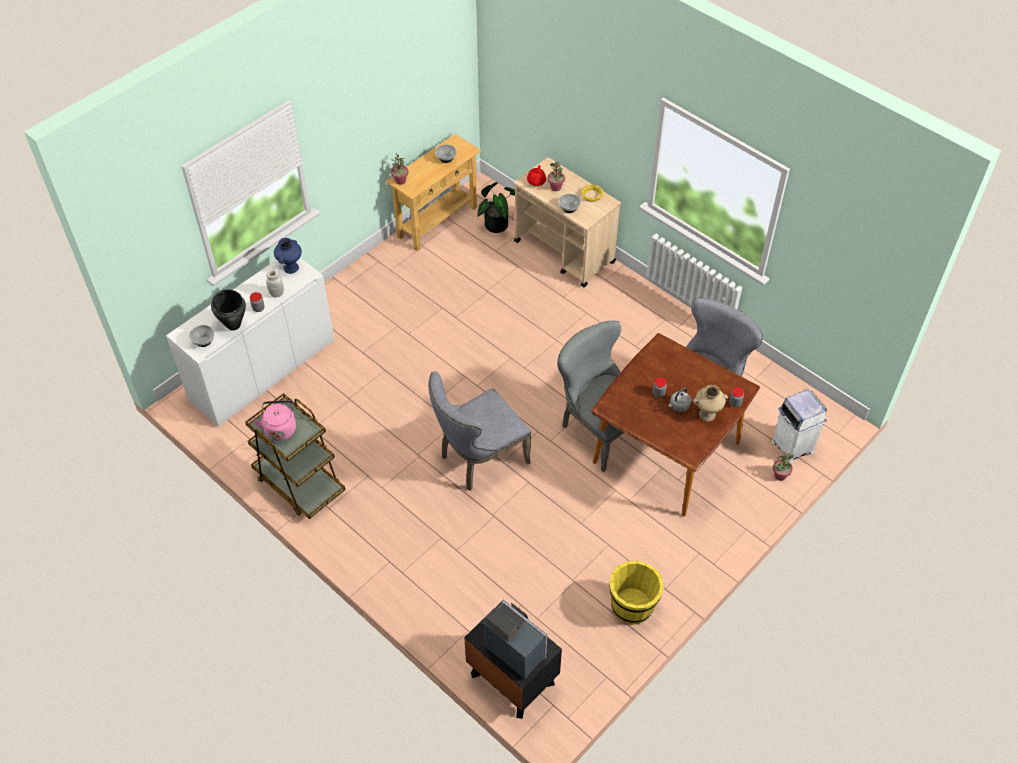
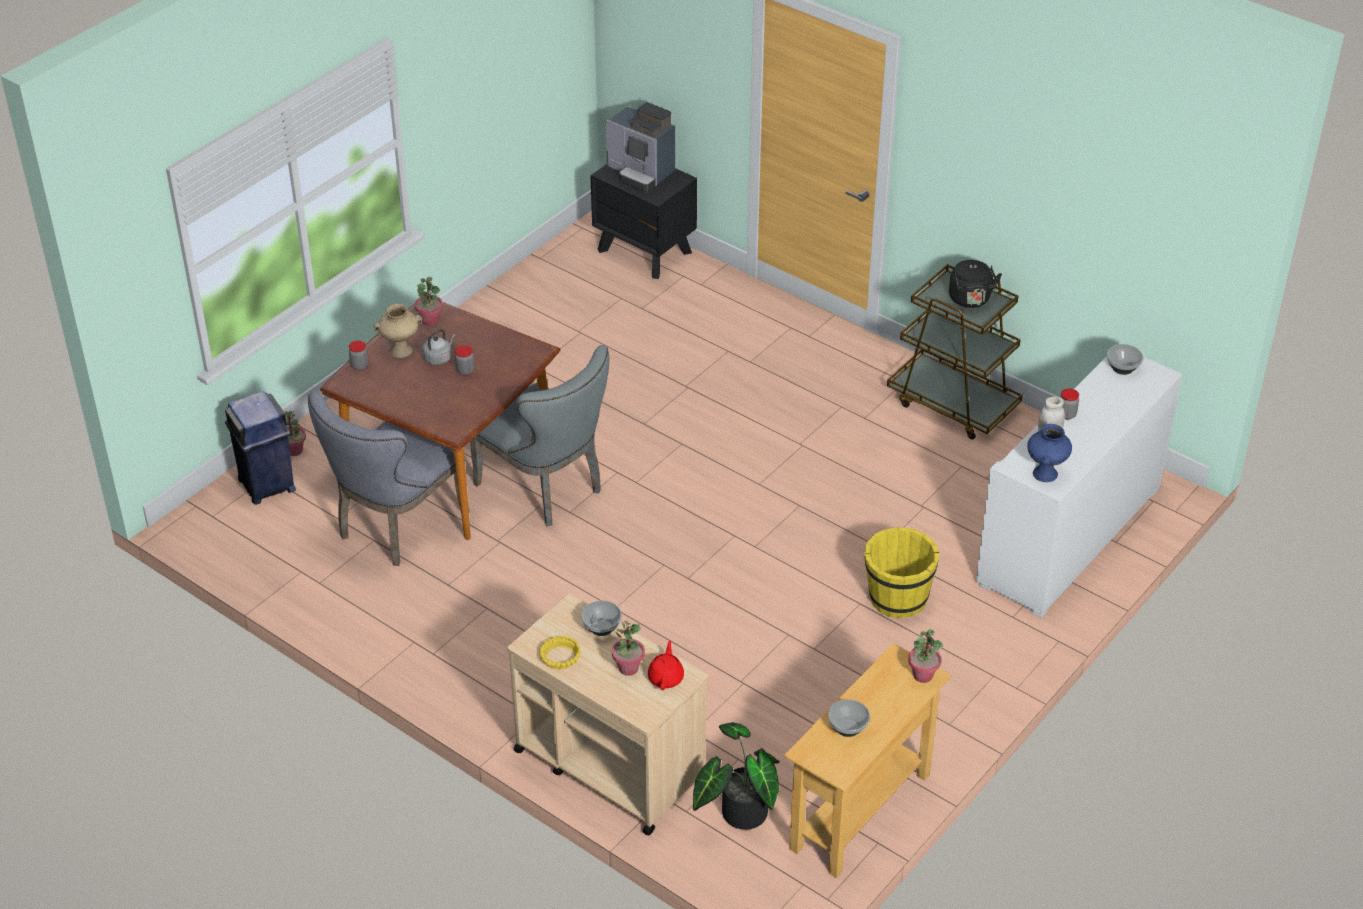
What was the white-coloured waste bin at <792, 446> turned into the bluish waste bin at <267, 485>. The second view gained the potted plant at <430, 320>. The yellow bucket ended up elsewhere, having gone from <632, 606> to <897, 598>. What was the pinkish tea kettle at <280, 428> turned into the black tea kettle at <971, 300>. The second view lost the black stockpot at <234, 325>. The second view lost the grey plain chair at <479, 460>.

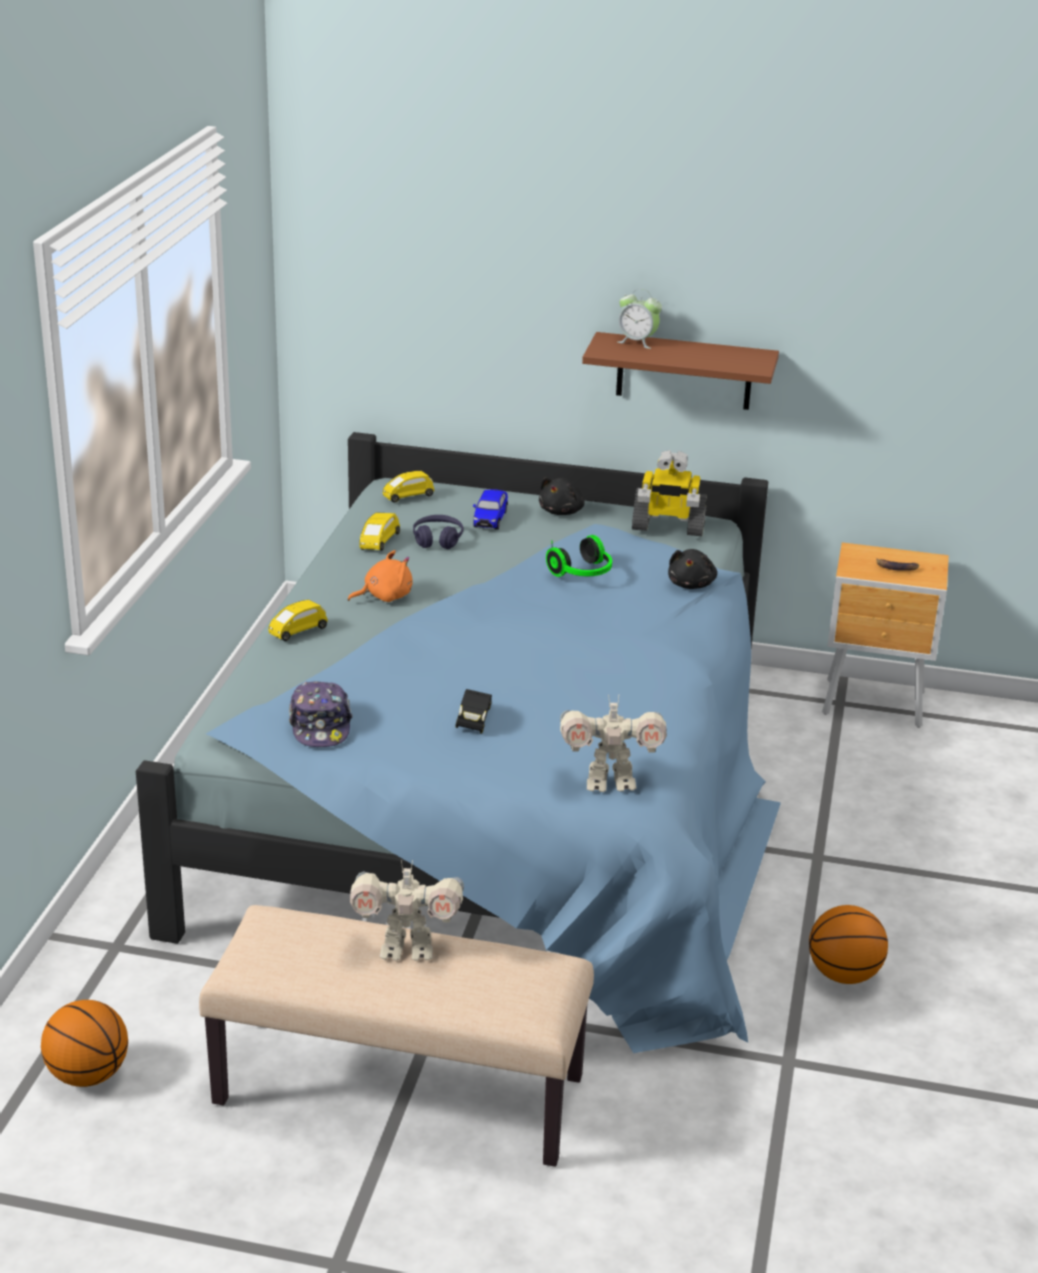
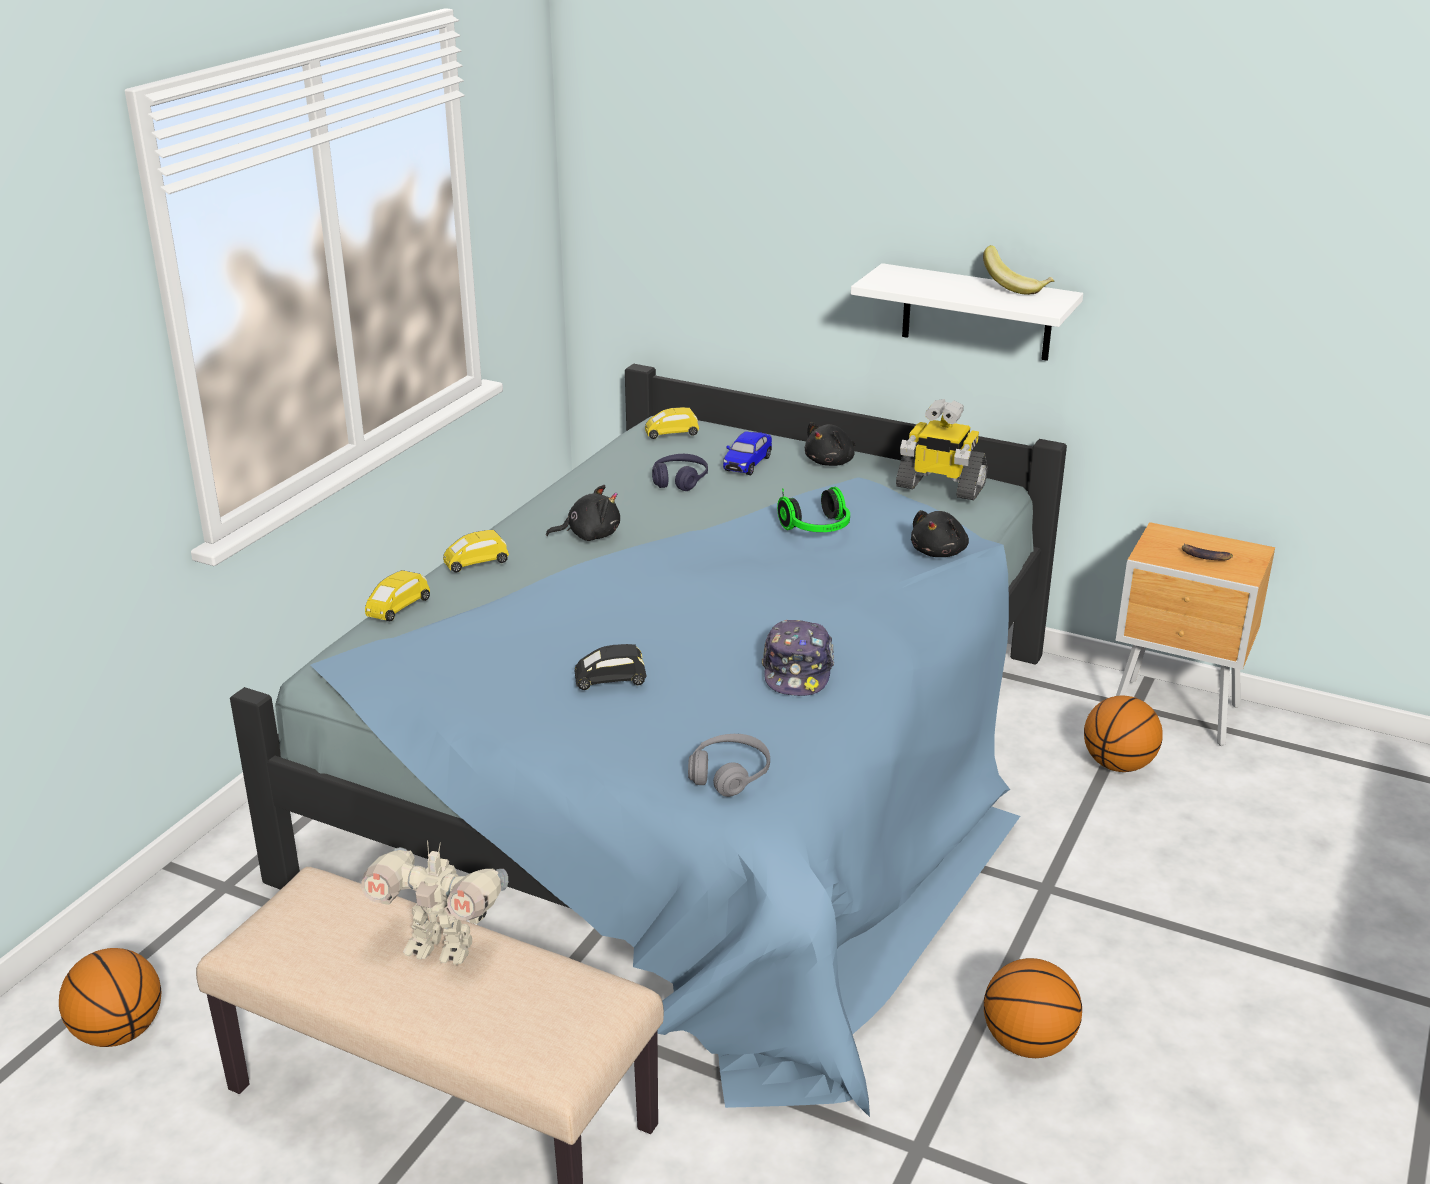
The yellow toy car ended up elsewhere, having gone from <378, 542> to <397, 609>. What was the orangey soft toy at <384, 597> turned into the black soft toy at <590, 535>. The black toy car at <475, 720> ended up facing another way, 120 degrees counterclockwise from before. Where the toy robot stood at <609, 783>, the grey headphones came to stand at <729, 775>. The peaked cap ended up elsewhere, having gone from <320, 726> to <798, 671>. What was the brown bracket shelf at <684, 371> turned into the white-coloured bracket shelf at <977, 312>. The second view gained the banana at <1016, 287>. The second view gained the basketball at <1118, 765>. The second view lost the alarm clock at <637, 342>.

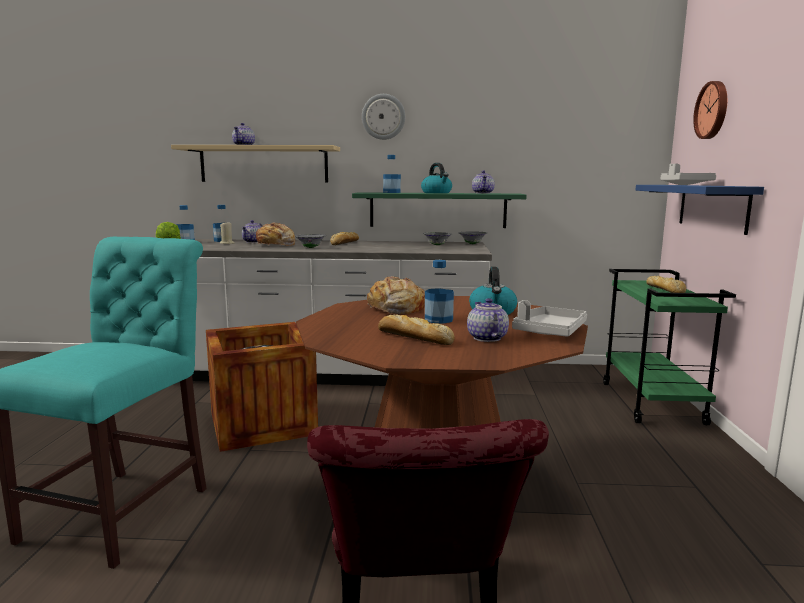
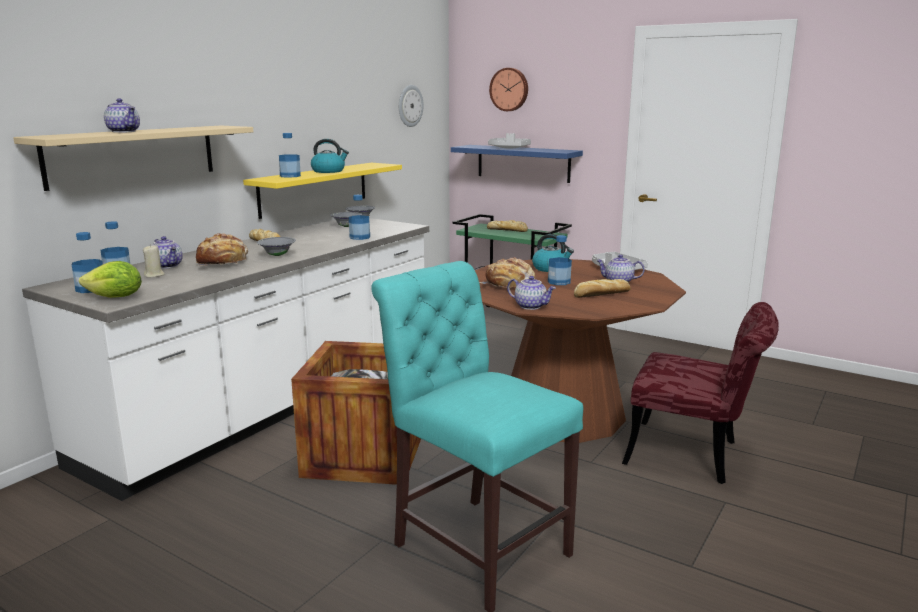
What was the green-coloured bracket shelf at <438, 210> turned into the yellow bracket shelf at <314, 189>. The second view gained the drink bottle at <360, 237>. The clock on the wall ended up elsewhere, having gone from <383, 117> to <410, 106>. The pot for tea ended up elsewhere, having gone from <483, 193> to <531, 306>.

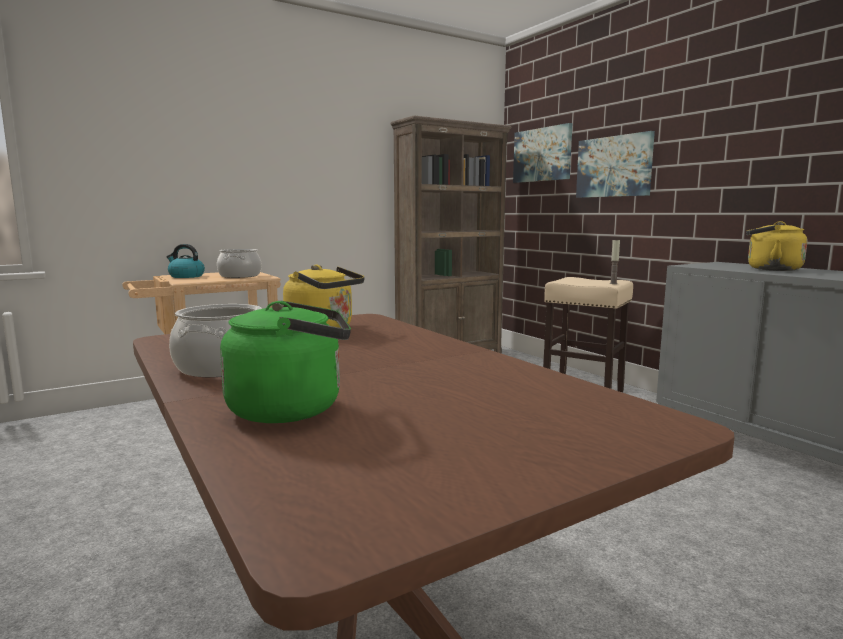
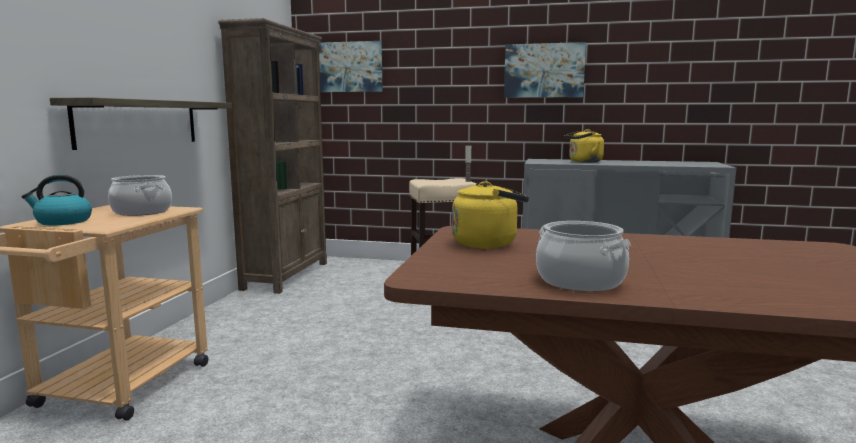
The second view gained the bracket shelf at <139, 123>. The wall picture ended up elsewhere, having gone from <614, 166> to <544, 70>. The second view lost the green-coloured tea kettle at <292, 408>.

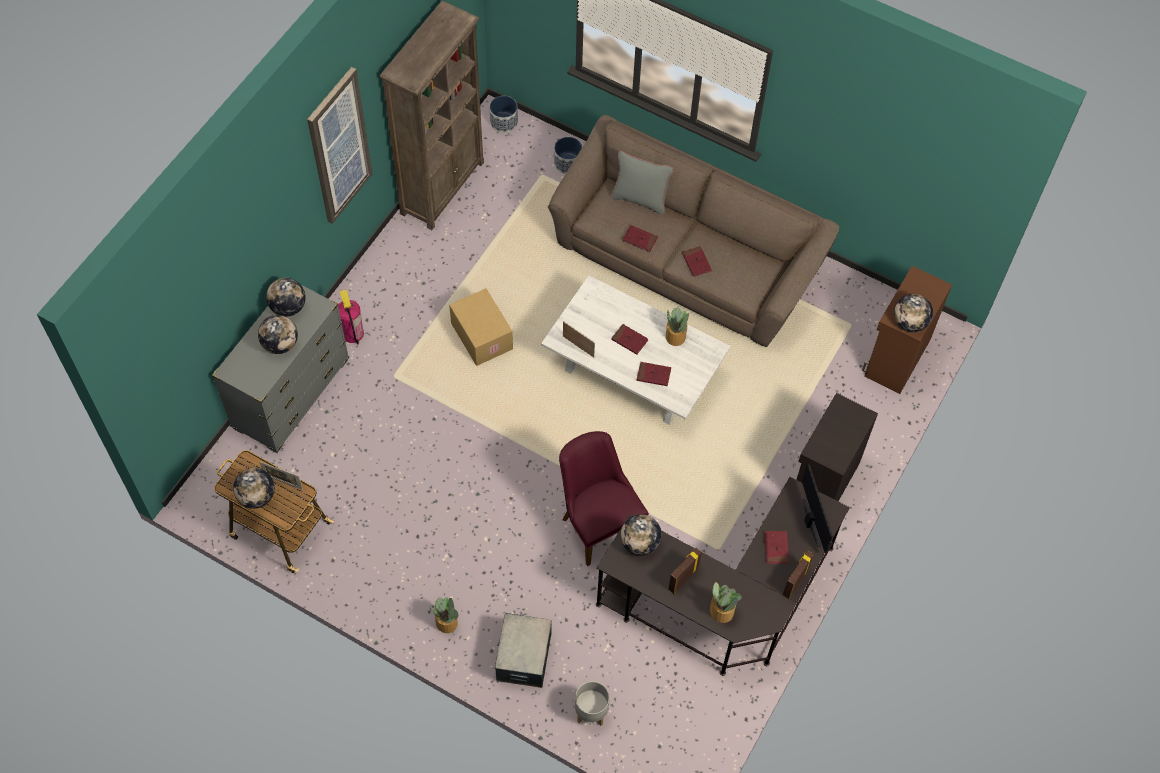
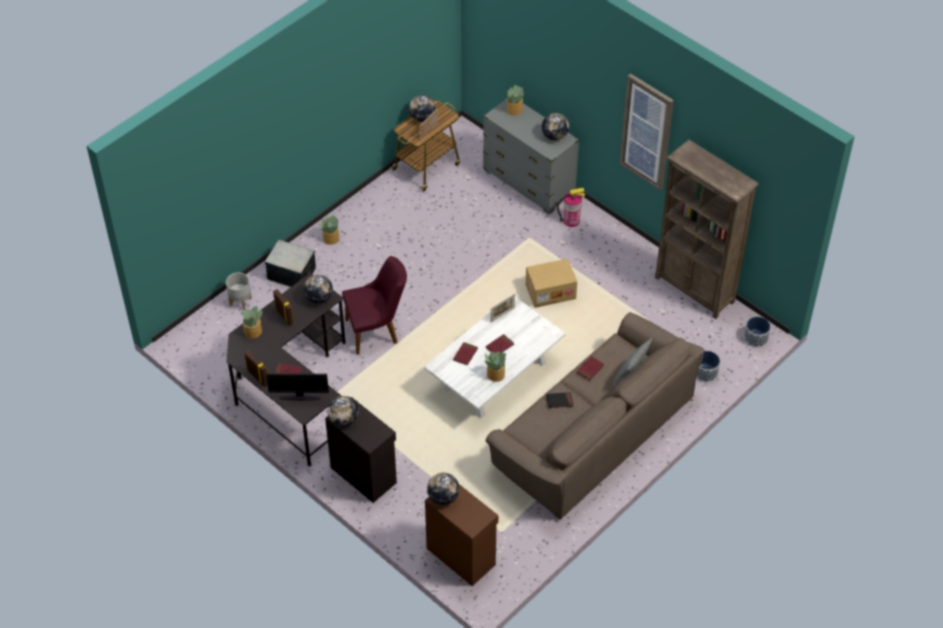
The desk globe ended up elsewhere, having gone from <280, 344> to <344, 420>. The second view gained the potted plant at <514, 110>. What was the red-coloured volume at <696, 262> turned into the black volume at <559, 401>.

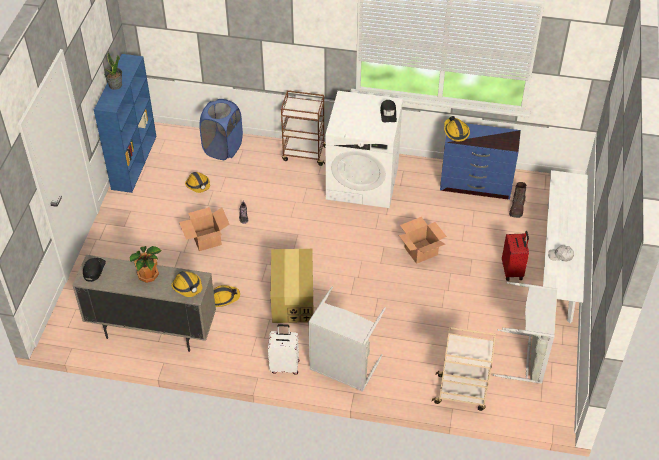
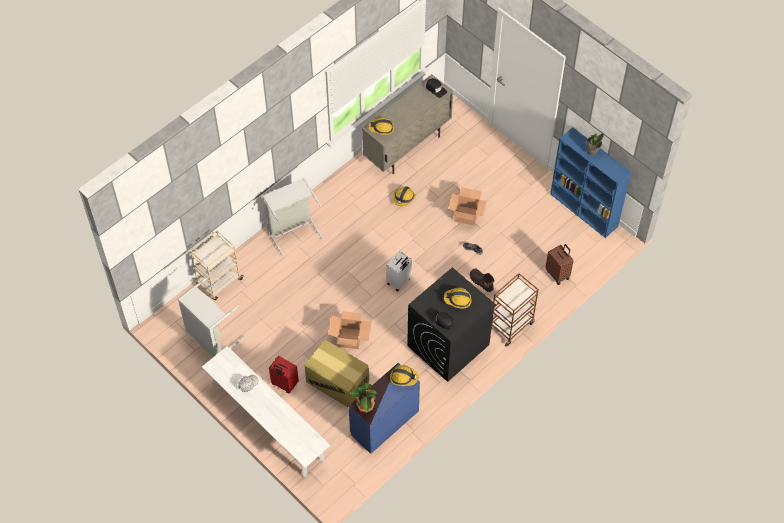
The carton ended up elsewhere, having gone from <292, 298> to <337, 381>. The potted plant ended up elsewhere, having gone from <149, 275> to <365, 405>. The white-coloured travel case ended up elsewhere, having gone from <285, 366> to <399, 281>. What was the white-coloured laundry appliance at <363, 182> turned into the black laundry appliance at <448, 345>. The safety helmet ended up elsewhere, having gone from <198, 185> to <458, 300>. The brown tall boot ended up elsewhere, having gone from <517, 207> to <481, 282>. Where the bluish hamper stood at <223, 148>, the brown travel case came to stand at <558, 274>.

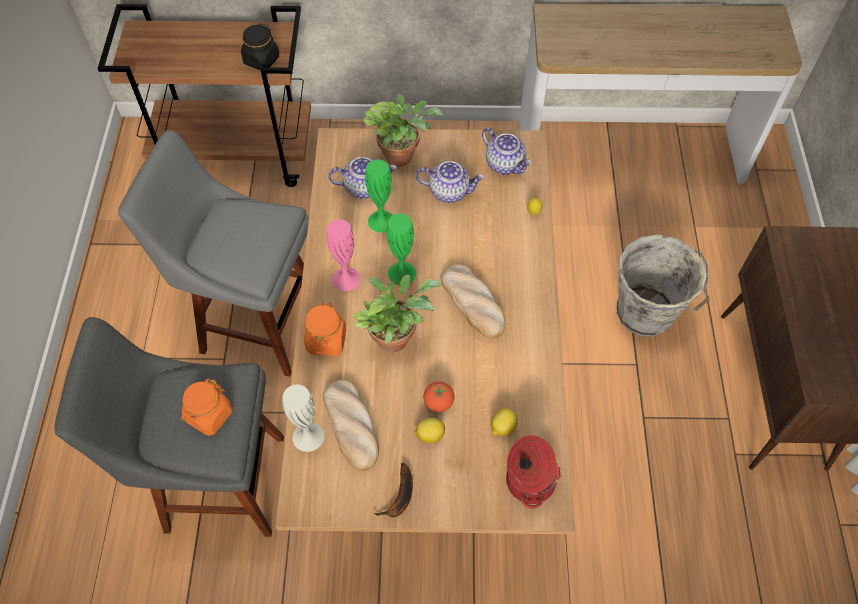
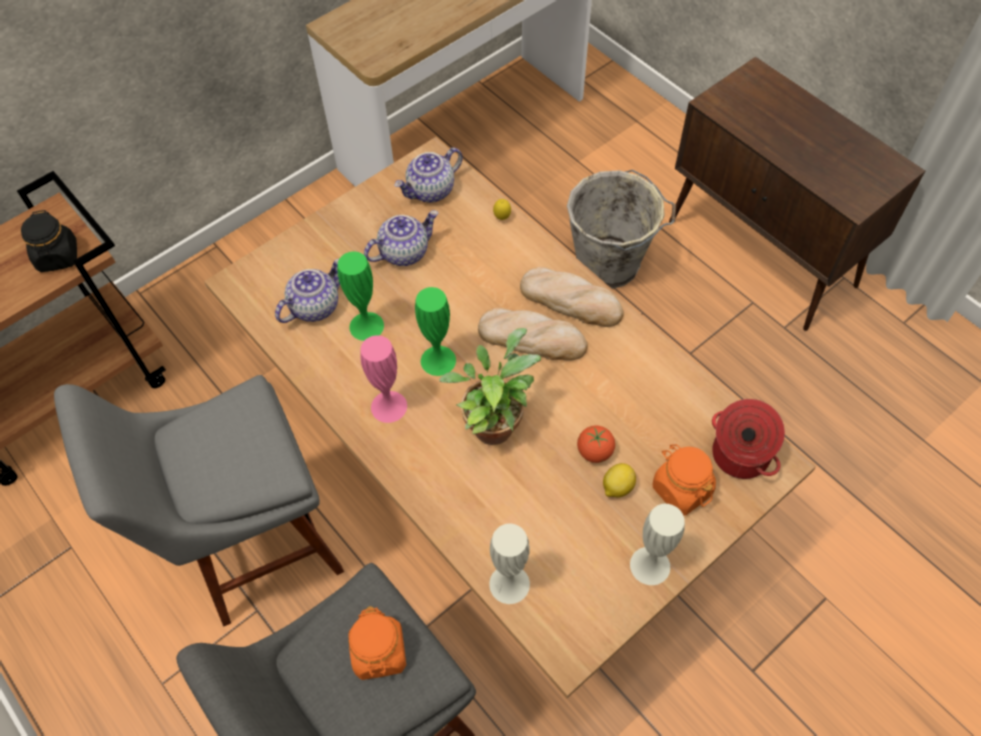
The pot for tea at <505, 164> ended up facing another way, 135 degrees clockwise from before. The bread ended up elsewhere, having gone from <352, 426> to <571, 300>. Where the banana stood at <399, 497>, the white-coloured flower vase came to stand at <650, 565>. The orangey preserve jar ended up elsewhere, having gone from <326, 340> to <681, 489>. The second view lost the potted plant at <402, 155>. The second view lost the whole lemon at <502, 427>.

